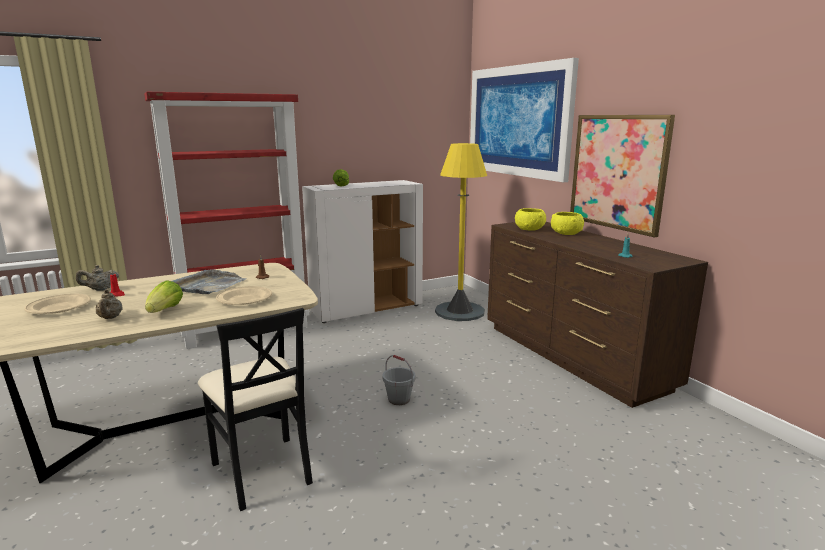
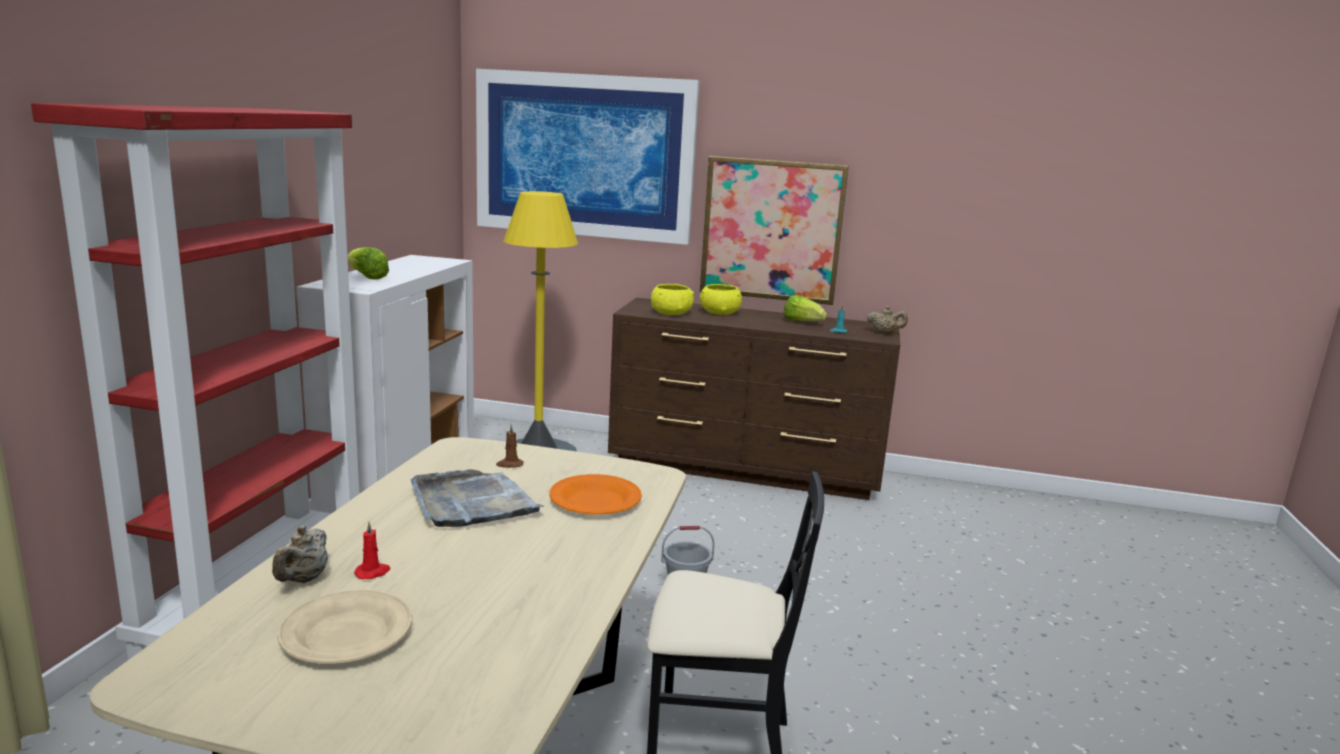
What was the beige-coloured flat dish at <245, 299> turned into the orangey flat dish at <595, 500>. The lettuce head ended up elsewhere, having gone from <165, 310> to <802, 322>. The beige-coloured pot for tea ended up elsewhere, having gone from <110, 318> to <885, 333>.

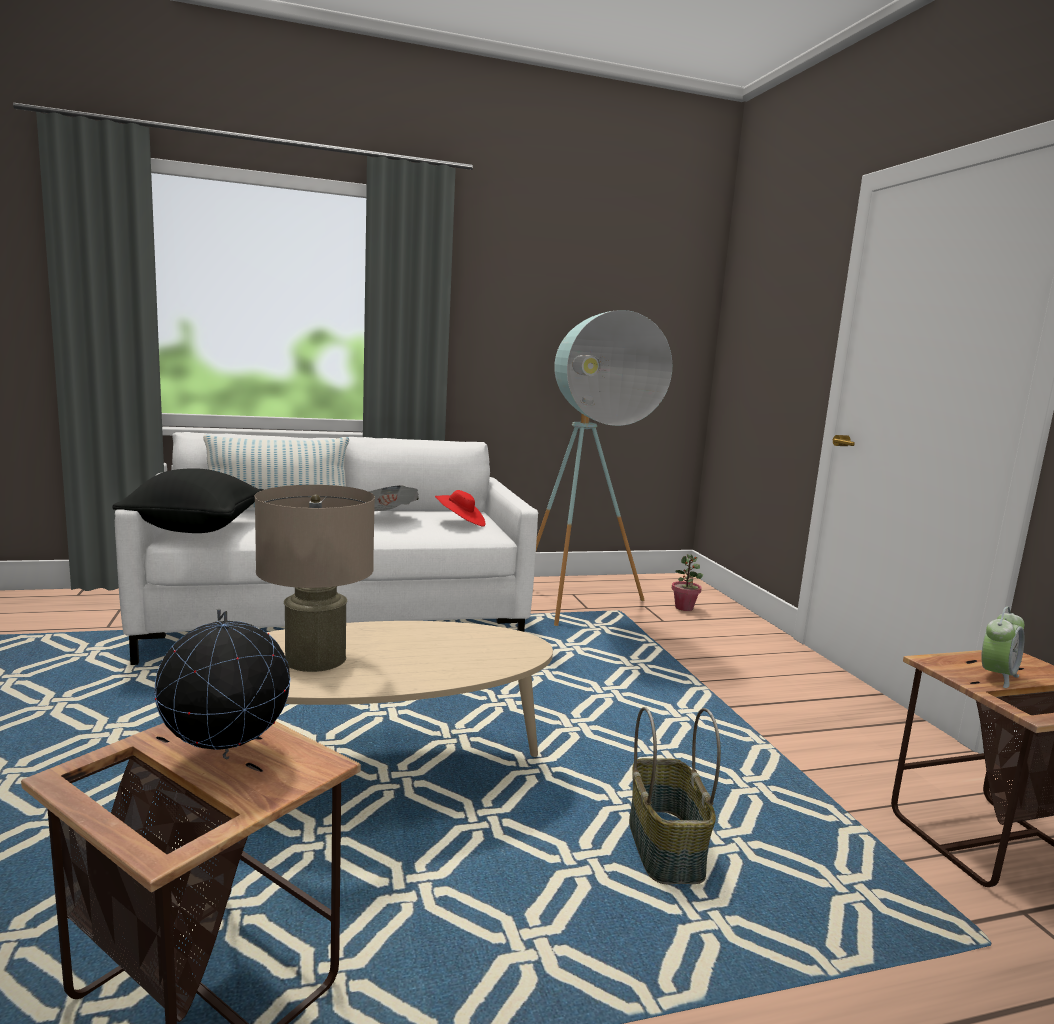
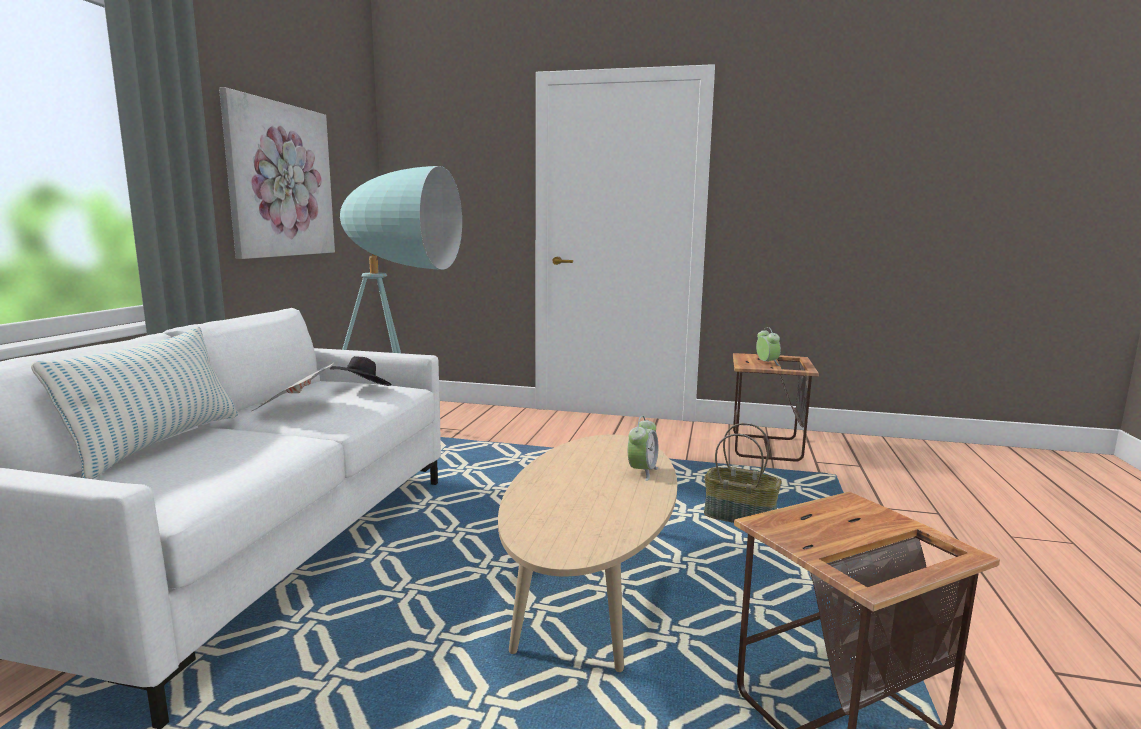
The second view gained the wall picture at <280, 180>. What was the red-coloured hat at <460, 523> turned into the black hat at <362, 390>. The second view gained the alarm clock at <642, 472>. The second view lost the black throw pillow at <195, 528>. The second view lost the desk globe at <226, 756>. The second view lost the beige-coloured tabletop lamp at <315, 659>. The second view lost the potted plant at <684, 608>.

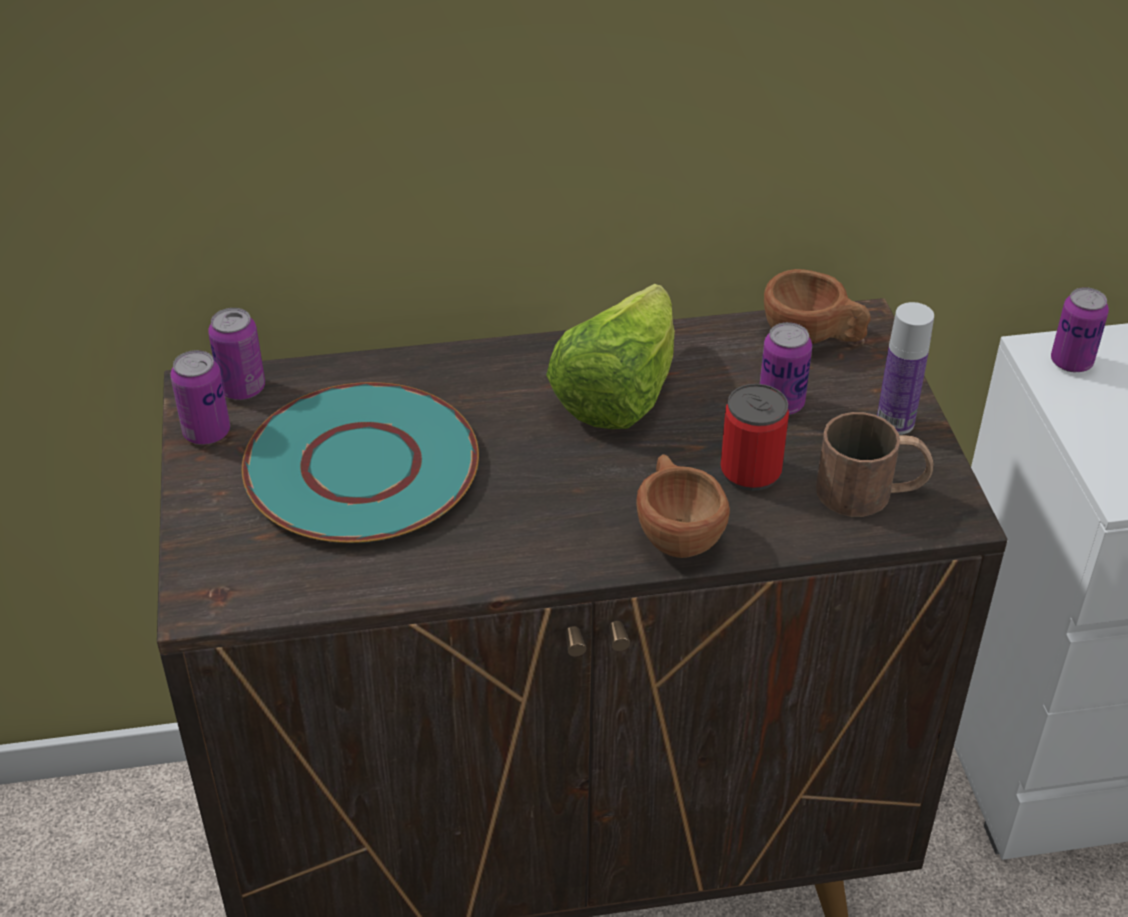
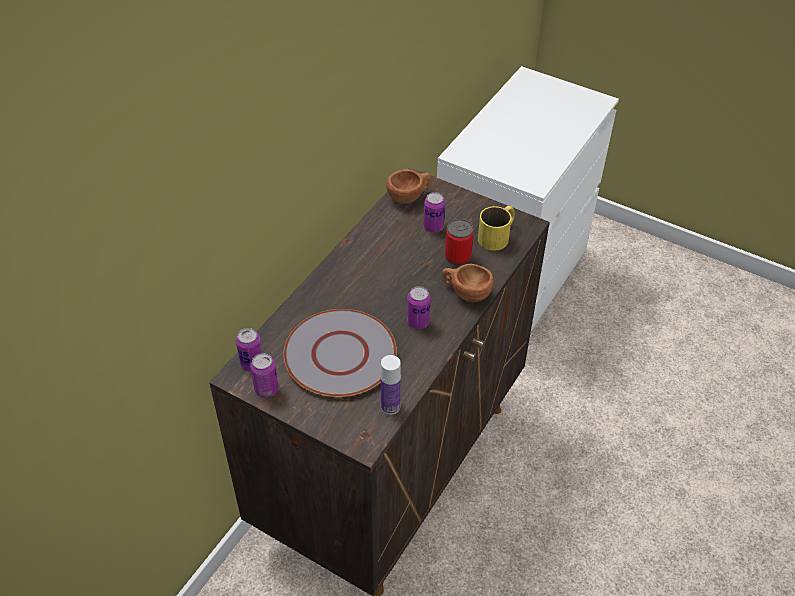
What was the blue-green flat dish at <360, 465> turned into the grey flat dish at <339, 354>. The drink bottle ended up elsewhere, having gone from <895, 422> to <390, 406>. The can ended up elsewhere, having gone from <1071, 362> to <418, 322>. What was the brown coffee mug at <872, 491> turned into the yellow coffee mug at <498, 235>. The second view lost the lettuce head at <618, 394>.

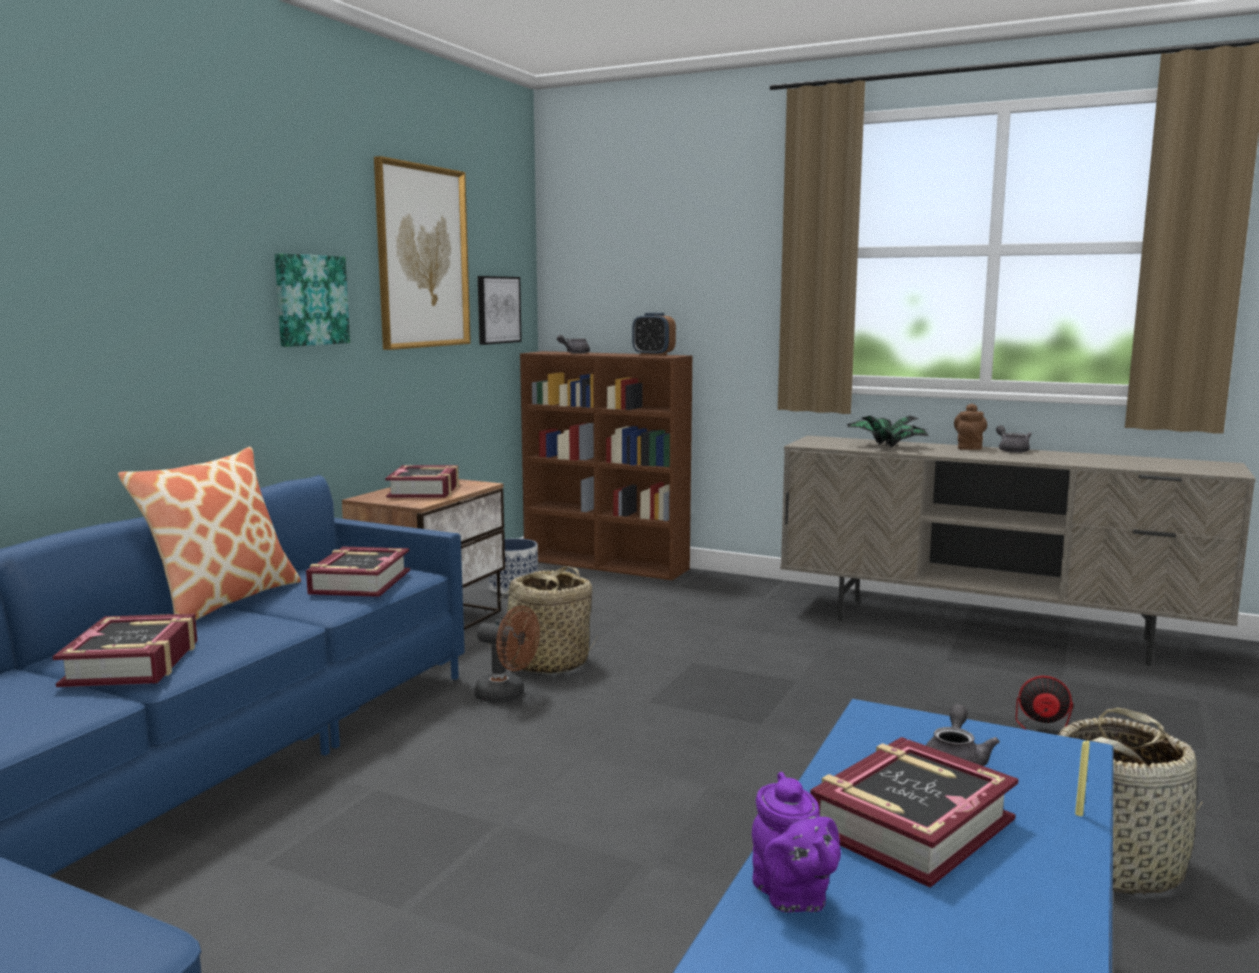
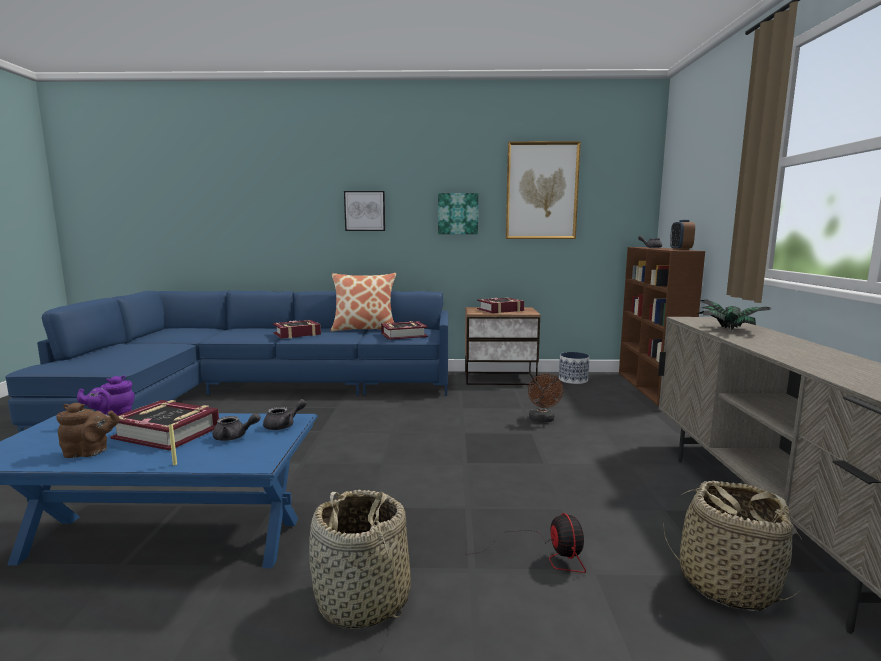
The brown pot for tea ended up elsewhere, having gone from <969, 448> to <89, 453>. The grey pot for tea ended up elsewhere, having gone from <1011, 450> to <284, 425>. The wall picture ended up elsewhere, having gone from <497, 310> to <365, 211>. The brown cooling fan ended up elsewhere, having gone from <507, 695> to <542, 420>. The storage basket ended up elsewhere, having gone from <547, 663> to <726, 584>.

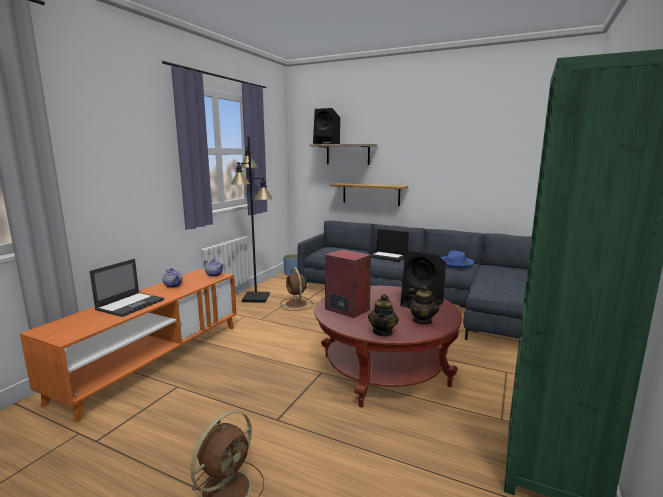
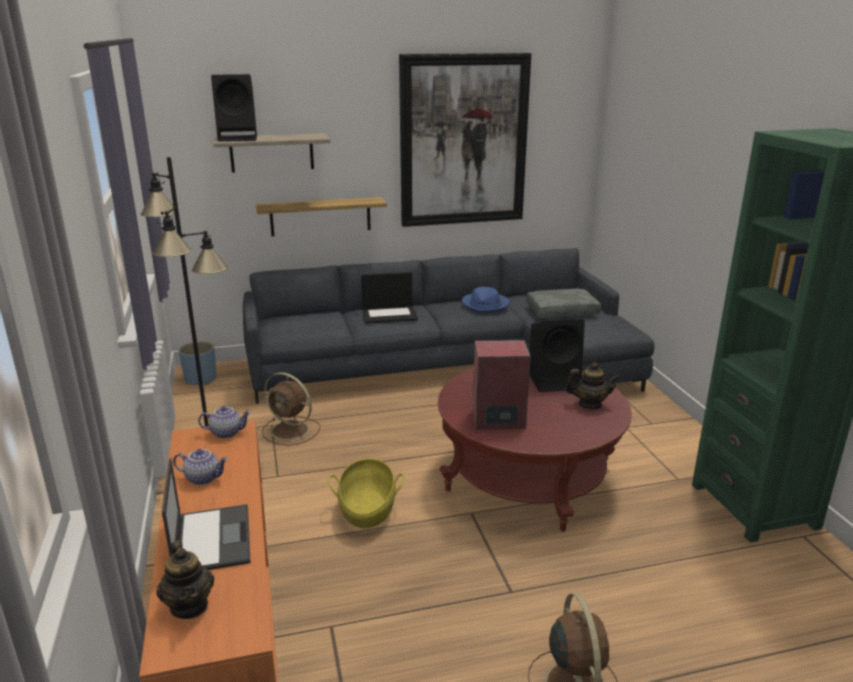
The pot for tea ended up elsewhere, having gone from <383, 332> to <190, 606>. The second view gained the storage basket at <367, 509>. The second view gained the wall picture at <463, 141>. The second view gained the grey throw pillow at <562, 311>.

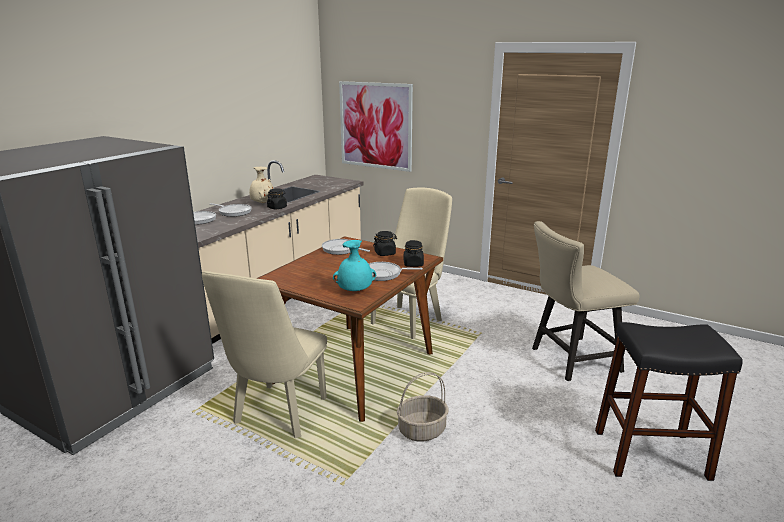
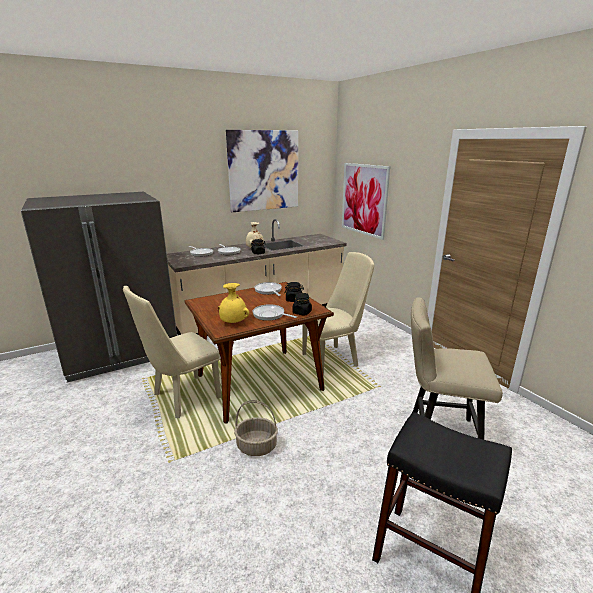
What was the blue-green flower vase at <355, 291> turned into the yellow flower vase at <233, 322>. The second view gained the wall picture at <264, 171>.

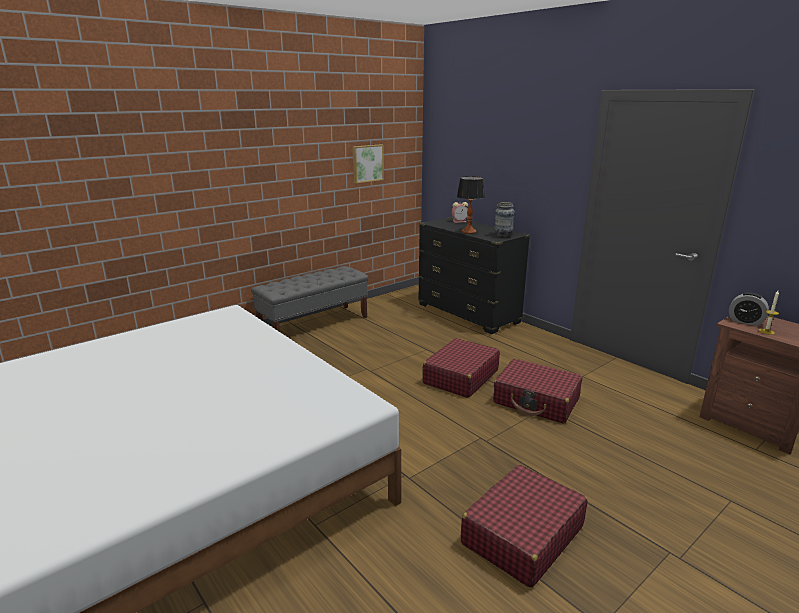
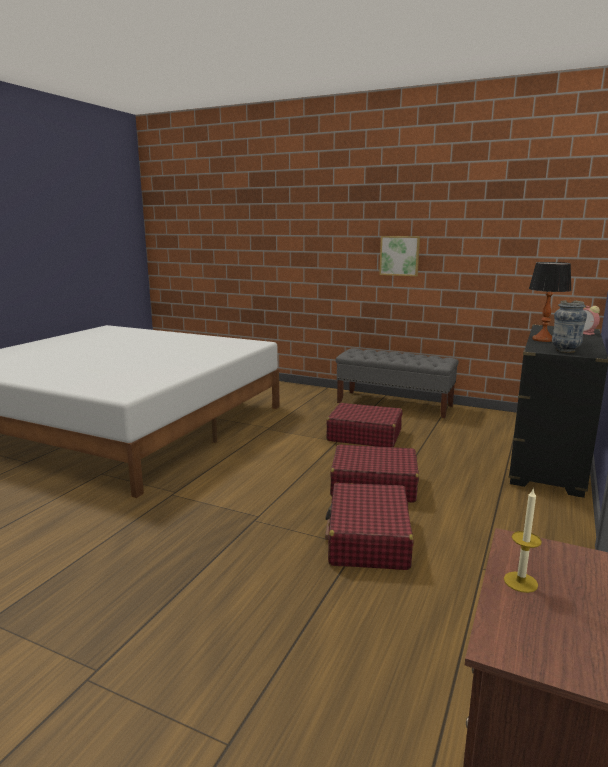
The red-coloured travel case ended up elsewhere, having gone from <522, 535> to <364, 435>. The wall picture ended up elsewhere, having gone from <367, 163> to <399, 255>. The second view lost the alarm clock at <745, 321>.

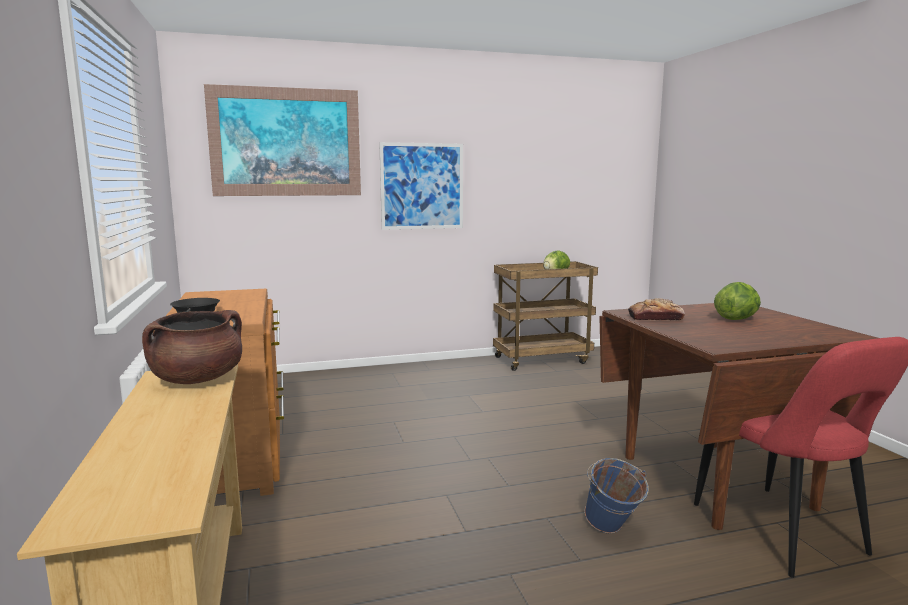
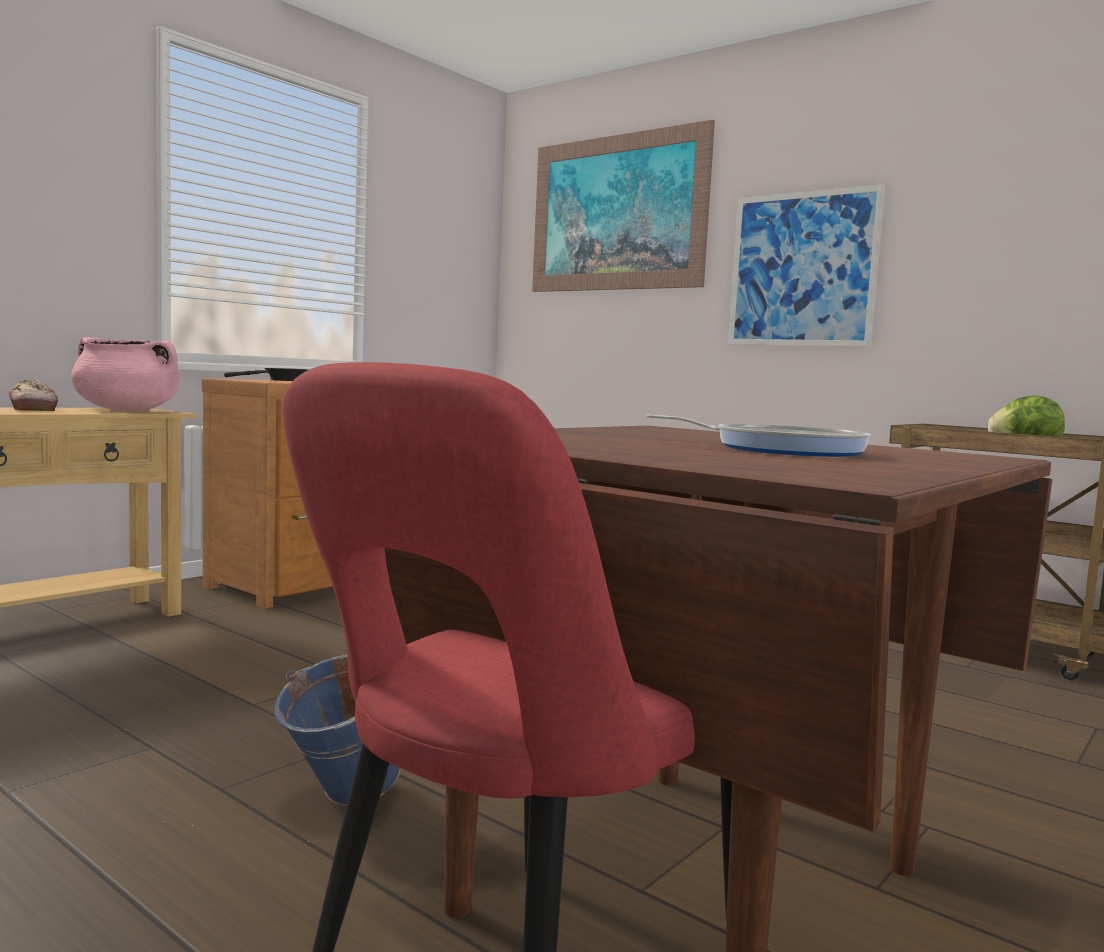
The bread ended up elsewhere, having gone from <655, 318> to <33, 409>. What was the brown stockpot at <198, 379> turned into the pinkish stockpot at <128, 410>. Where the lettuce head stood at <736, 319>, the pan came to stand at <780, 449>.

